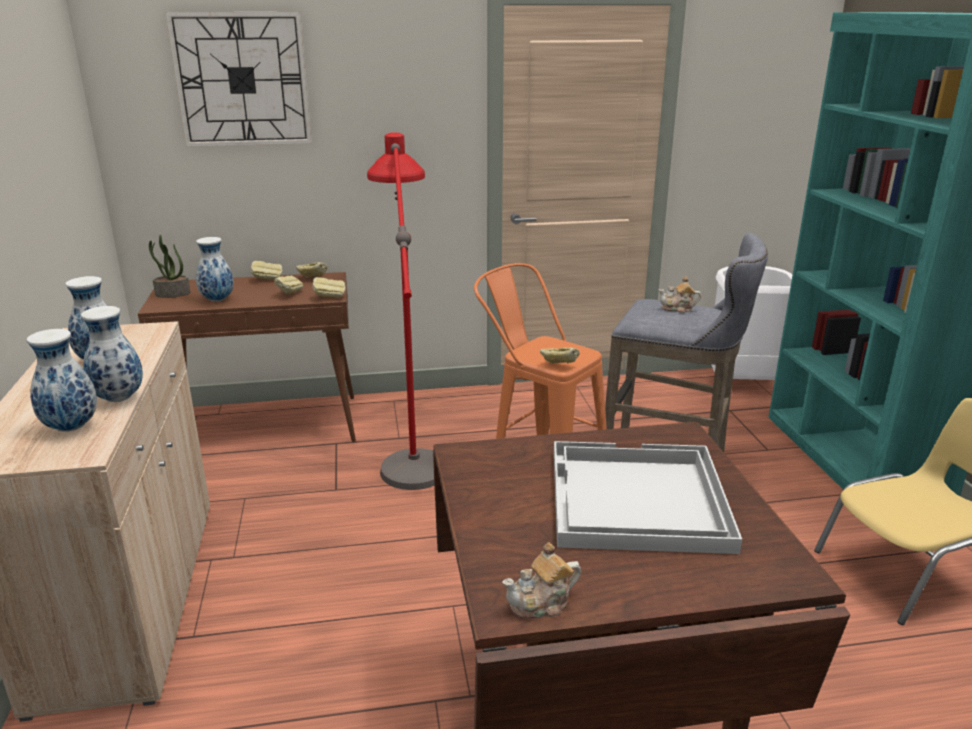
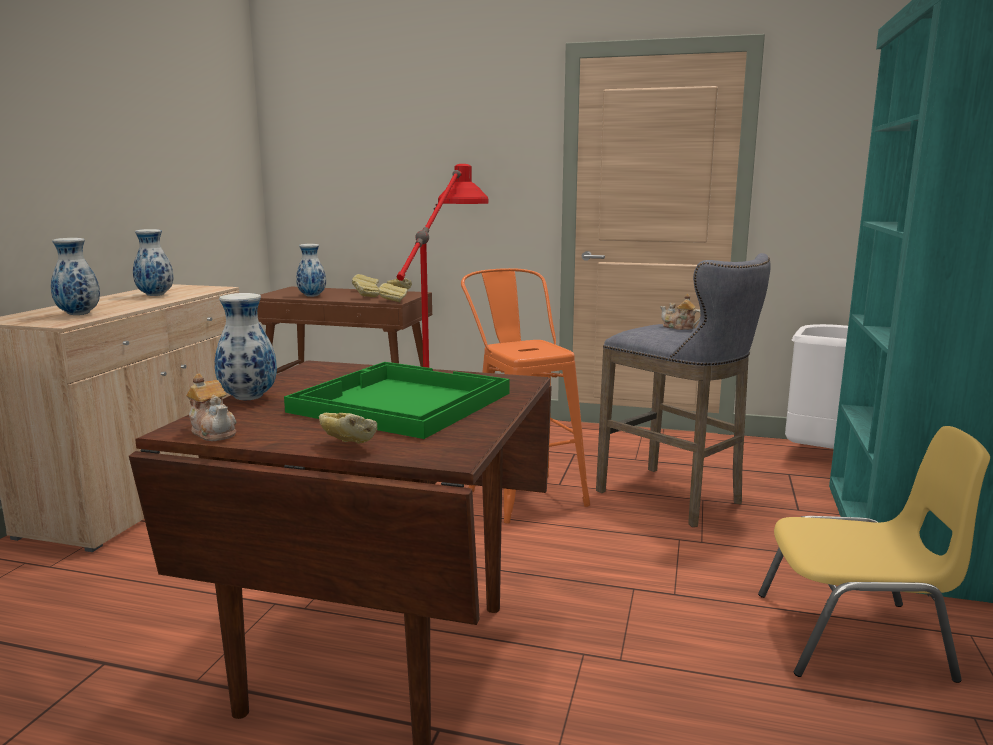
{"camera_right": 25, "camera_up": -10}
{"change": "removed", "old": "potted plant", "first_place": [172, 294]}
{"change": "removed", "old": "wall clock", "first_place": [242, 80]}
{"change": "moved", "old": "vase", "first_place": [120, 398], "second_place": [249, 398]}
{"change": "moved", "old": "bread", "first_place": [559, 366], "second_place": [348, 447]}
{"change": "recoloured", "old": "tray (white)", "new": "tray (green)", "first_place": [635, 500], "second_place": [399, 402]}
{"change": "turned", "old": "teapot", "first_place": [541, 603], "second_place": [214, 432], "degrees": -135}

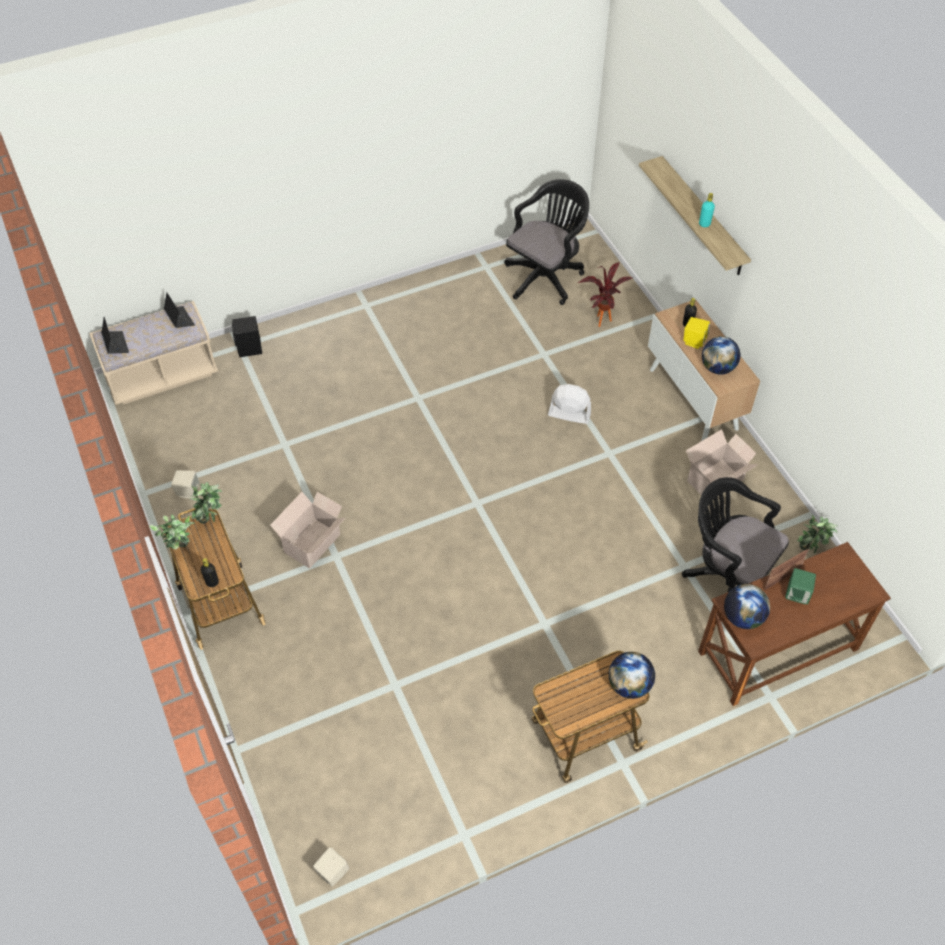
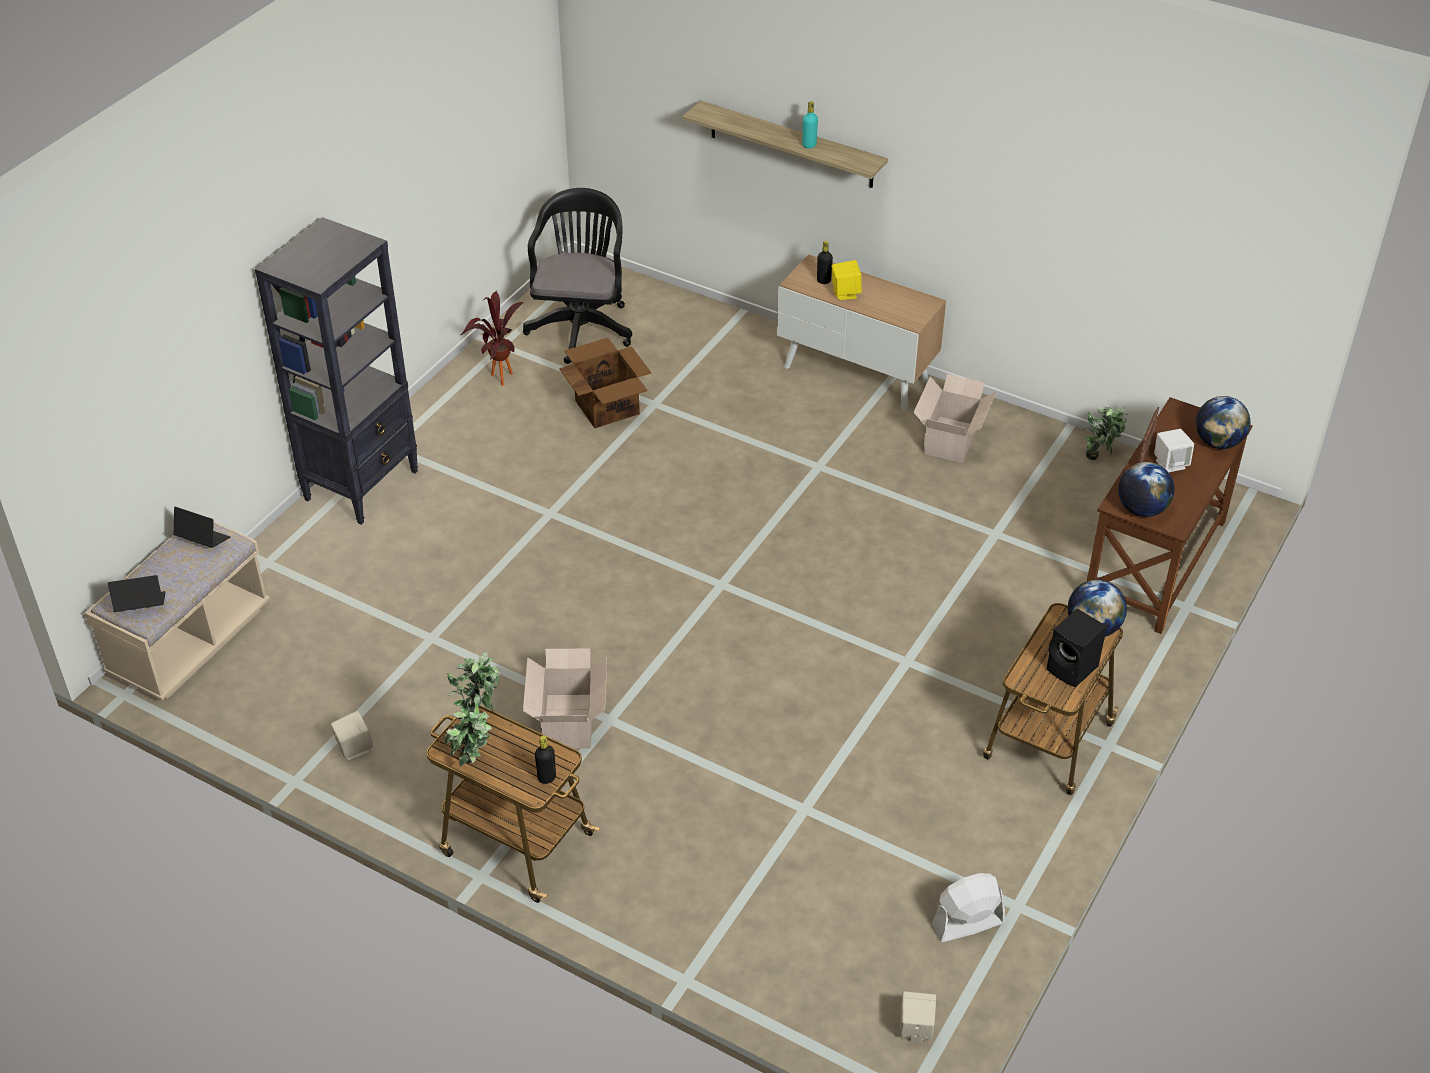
{"camera_right": -35, "camera_up": -10}
{"change": "removed", "old": "office chair (black)", "first_place": [727, 577]}
{"change": "added", "new": "bookcase (black)", "second_place": [362, 485]}
{"change": "added", "new": "cardboard box", "second_place": [607, 406]}
{"change": "moved", "old": "speaker (black)", "first_place": [249, 349], "second_place": [1073, 669]}
{"change": "moved", "old": "fan (white)", "first_place": [569, 414], "second_place": [968, 923]}
{"change": "moved", "old": "potted plant", "first_place": [599, 318], "second_place": [496, 377]}
{"change": "moved", "old": "globe", "first_place": [718, 368], "second_place": [1218, 442]}
{"change": "recoloured", "old": "speaker (green)", "new": "speaker (white)", "first_place": [797, 594], "second_place": [1170, 464]}
{"change": "turned", "old": "laptop", "first_place": [115, 344], "second_place": [141, 605], "degrees": -45}

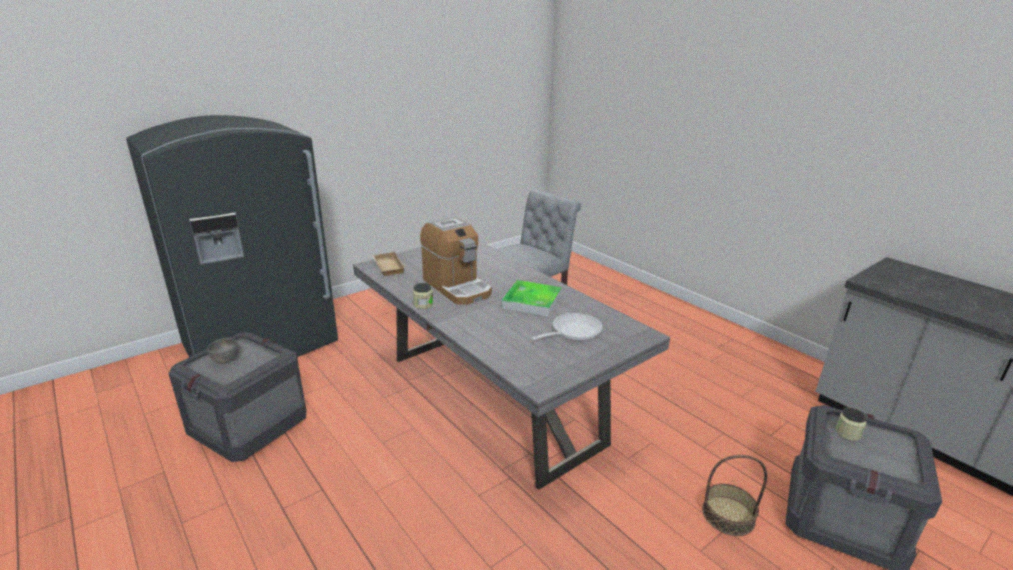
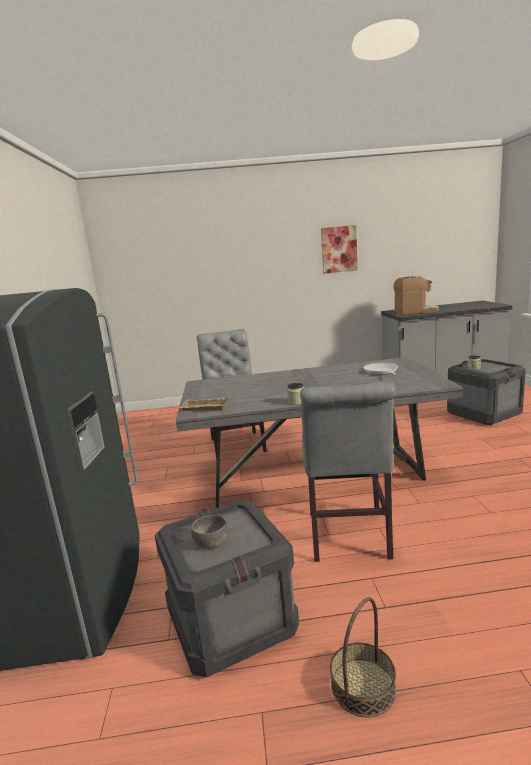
{"camera_right": -55, "camera_up": -10}
{"change": "removed", "old": "tray", "first_place": [532, 301]}
{"change": "added", "new": "chair (grey)", "second_place": [348, 538]}
{"change": "added", "new": "picture", "second_place": [339, 249]}
{"change": "moved", "old": "coffee machine", "first_place": [457, 287], "second_place": [416, 312]}
{"change": "moved", "old": "basket", "first_place": [728, 515], "second_place": [362, 686]}

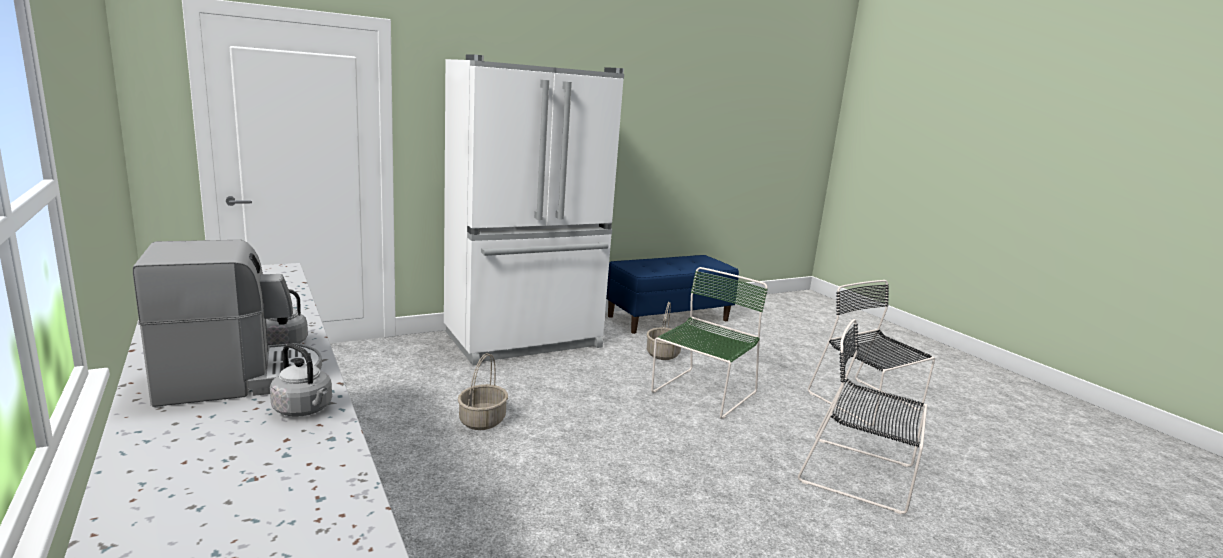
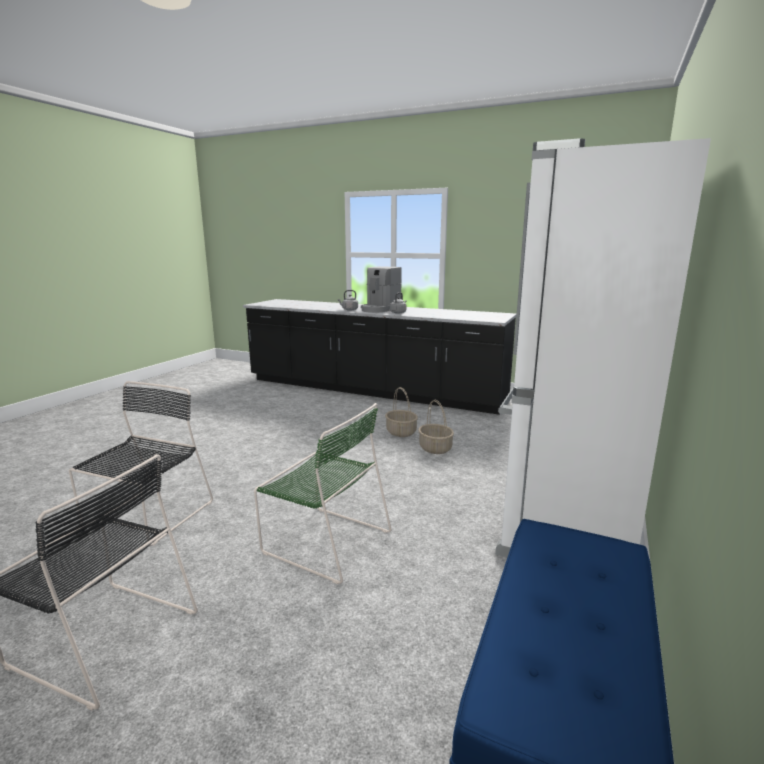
{"camera_right": 145, "camera_up": 0}
{"change": "moved", "old": "basket", "first_place": [662, 354], "second_place": [401, 432]}
{"change": "turned", "old": "chair (green)", "first_place": [702, 393], "second_place": [324, 540], "degrees": -60}
{"change": "turned", "old": "chair (black)", "first_place": [861, 475], "second_place": [147, 516], "degrees": -60}

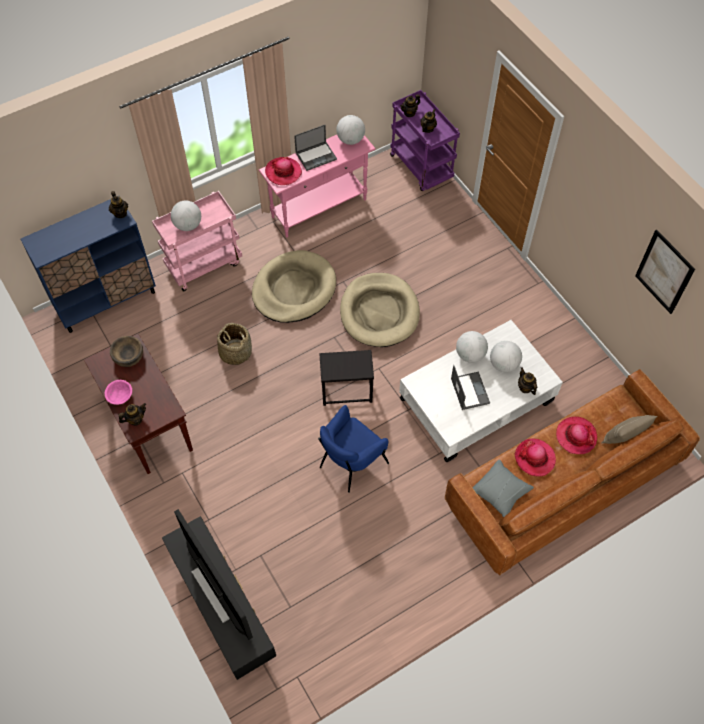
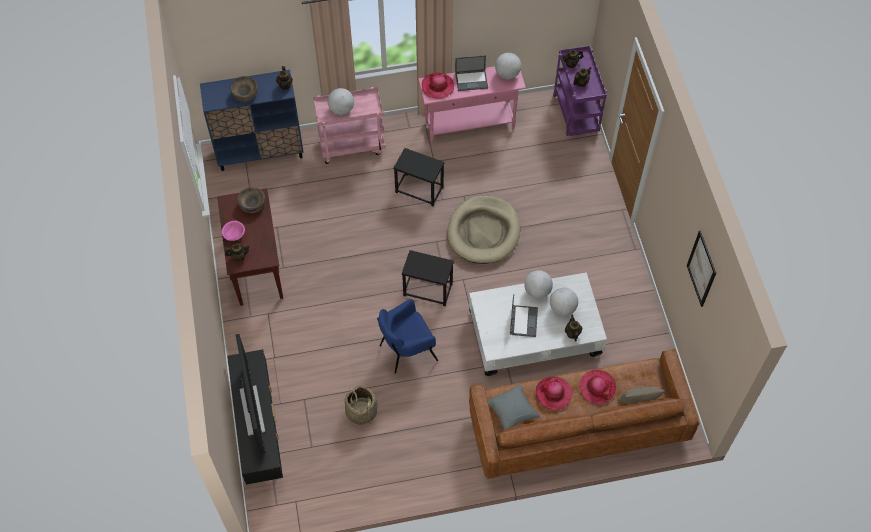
{"camera_right": 20, "camera_up": 0}
{"change": "added", "new": "bowl (brown)", "second_place": [245, 93]}
{"change": "moved", "old": "basket", "first_place": [235, 352], "second_place": [361, 411]}
{"change": "replaced", "old": "dog bed (beige)", "new": "side table (black)", "first_place": [294, 289], "second_place": [419, 190]}

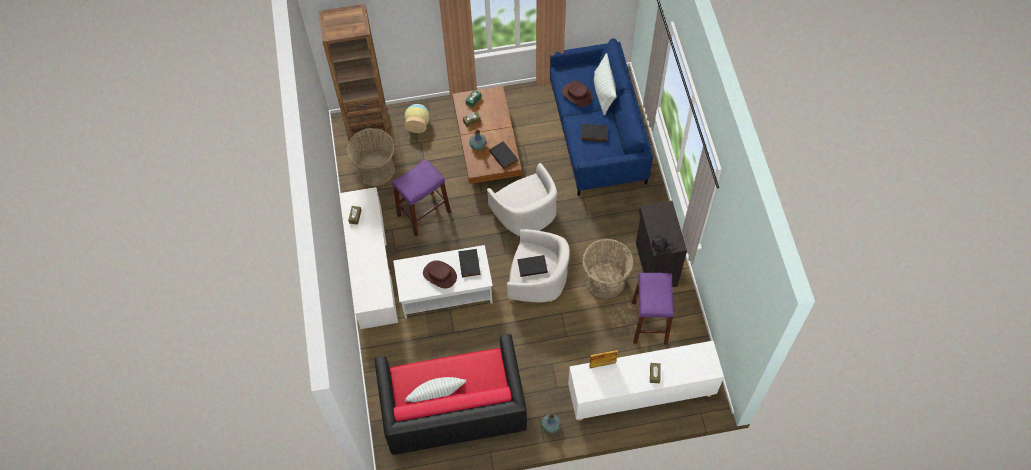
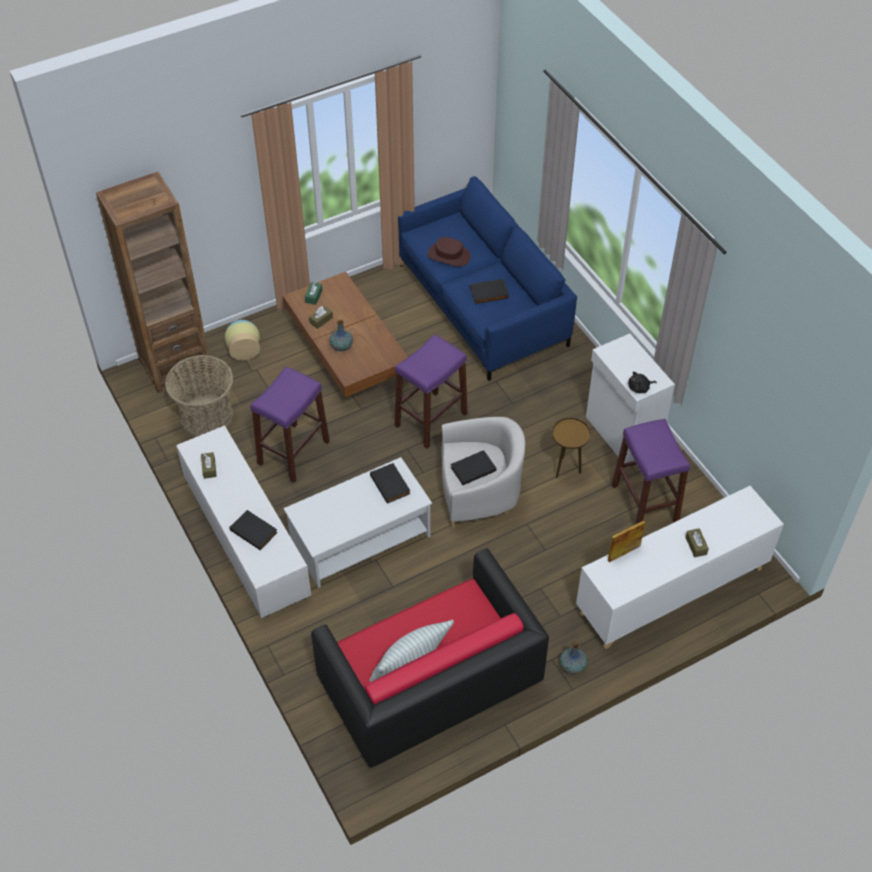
{"camera_right": -20, "camera_up": -10}
{"change": "removed", "old": "hat (brown)", "first_place": [440, 275]}
{"change": "removed", "old": "pillow", "first_place": [603, 92]}
{"change": "moved", "old": "book (black)", "first_place": [504, 156], "second_place": [254, 531]}
{"change": "replaced", "old": "armchair (white)", "new": "stool (purple)", "first_place": [526, 215], "second_place": [431, 419]}
{"change": "replaced", "old": "basket", "new": "side table (brown)", "first_place": [605, 280], "second_place": [566, 469]}
{"change": "recoloured", "old": "cabinet (black)", "new": "cabinet (white)", "first_place": [655, 265], "second_place": [621, 435]}

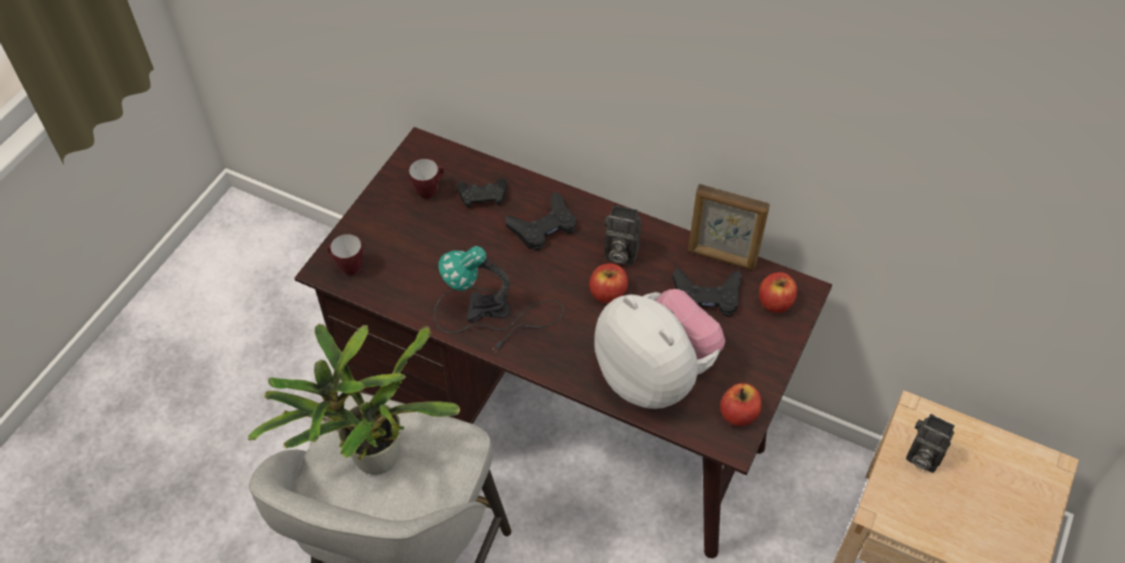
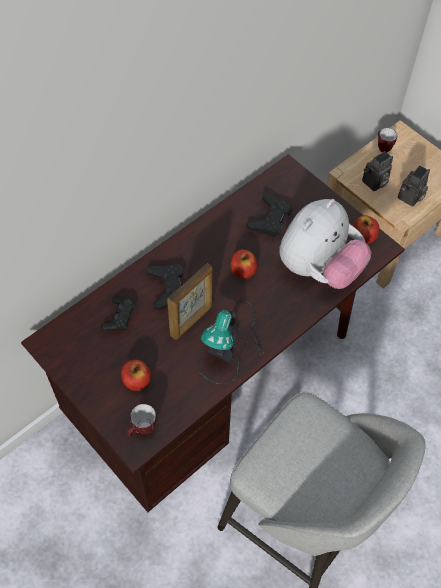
{"camera_right": -70, "camera_up": 5}
{"change": "removed", "old": "potted plant", "first_place": [370, 457]}
{"change": "moved", "old": "mug", "first_place": [430, 190], "second_place": [382, 148]}
{"change": "moved", "old": "photo camera", "first_place": [619, 253], "second_place": [410, 198]}
{"change": "moved", "old": "picture frame", "first_place": [721, 258], "second_place": [192, 321]}
{"change": "moved", "old": "apple", "first_place": [775, 302], "second_place": [136, 381]}
{"change": "turned", "old": "plush toy", "first_place": [655, 375], "second_place": [319, 268], "degrees": 150}

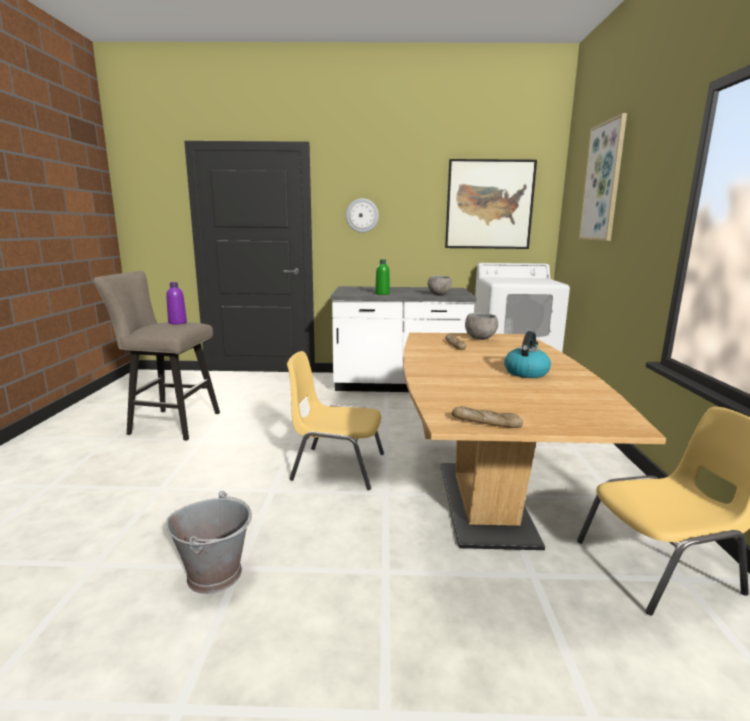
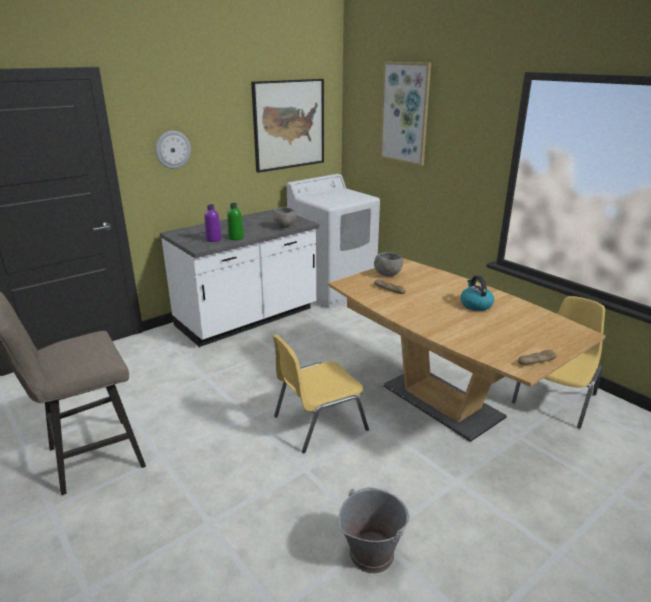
{"camera_right": -40, "camera_up": 10}
{"change": "moved", "old": "bottle (purple)", "first_place": [177, 323], "second_place": [213, 239]}

